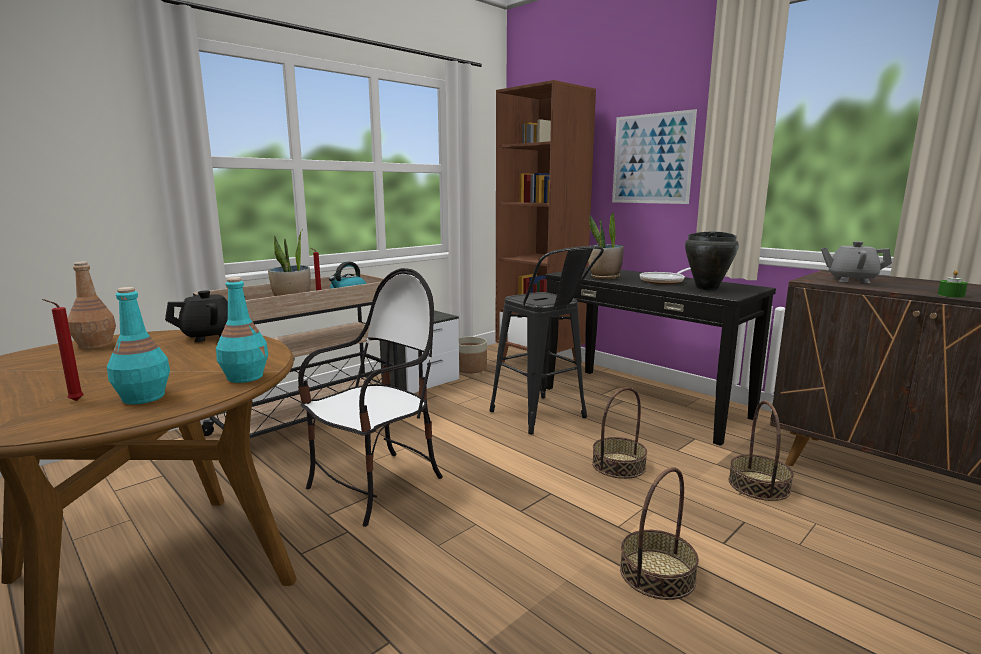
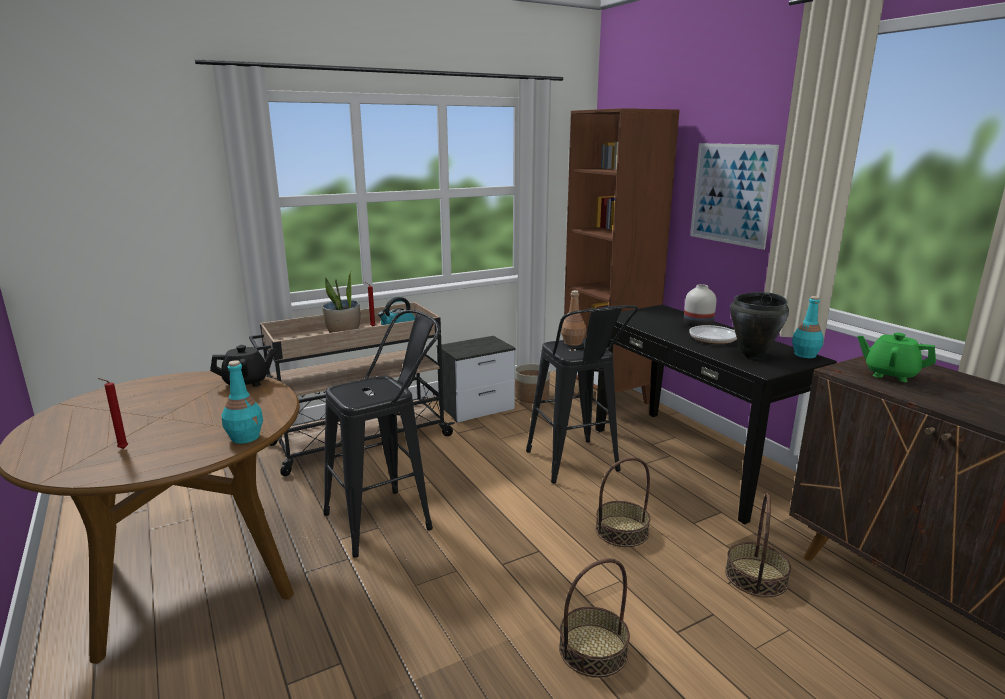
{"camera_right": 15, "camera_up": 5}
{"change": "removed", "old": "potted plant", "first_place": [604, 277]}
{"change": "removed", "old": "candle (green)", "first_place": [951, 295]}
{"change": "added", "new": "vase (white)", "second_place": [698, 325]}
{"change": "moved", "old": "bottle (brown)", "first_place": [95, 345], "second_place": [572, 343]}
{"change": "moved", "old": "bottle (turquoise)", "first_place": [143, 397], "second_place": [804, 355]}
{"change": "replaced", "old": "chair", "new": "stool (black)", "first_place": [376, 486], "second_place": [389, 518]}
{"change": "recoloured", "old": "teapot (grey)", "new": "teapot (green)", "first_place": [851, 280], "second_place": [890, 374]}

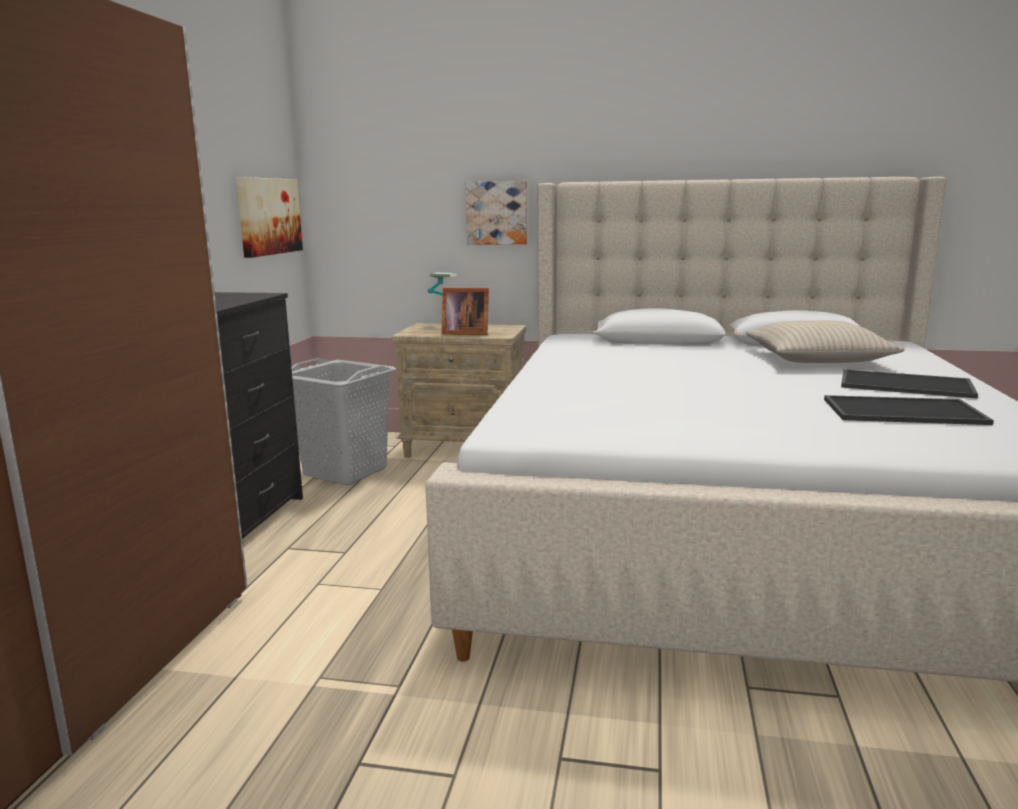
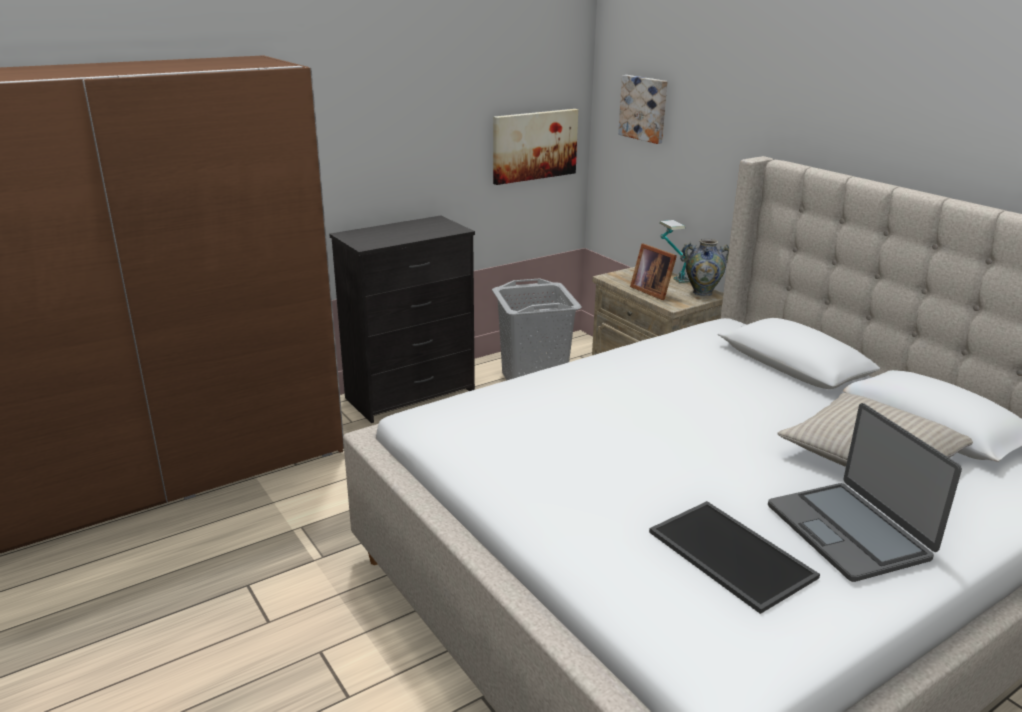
{"camera_right": 45, "camera_up": 10}
{"change": "added", "new": "vase", "second_place": [702, 292]}
{"change": "moved", "old": "picture", "first_place": [497, 213], "second_place": [644, 108]}
{"change": "replaced", "old": "tray", "new": "laptop", "first_place": [907, 384], "second_place": [849, 531]}

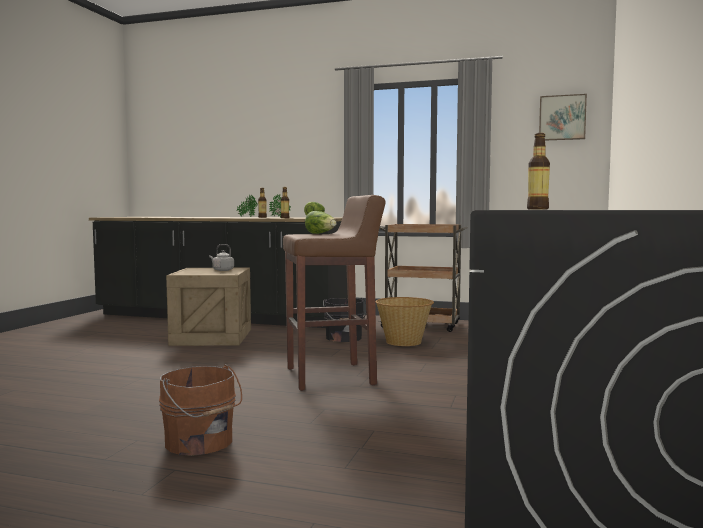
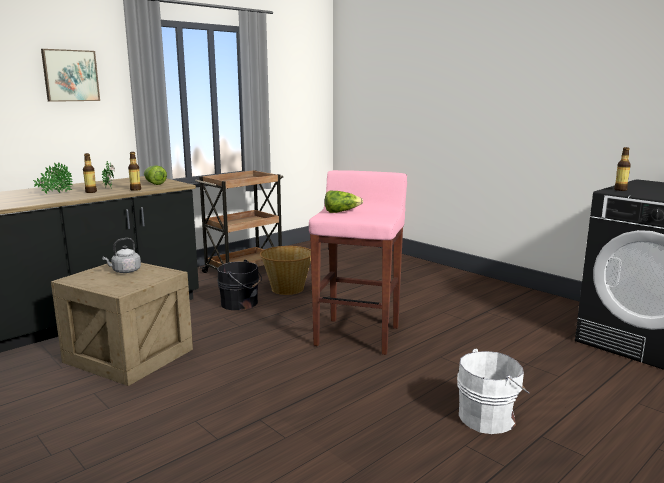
{"camera_right": -60, "camera_up": 10}
{"change": "moved", "old": "picture", "first_place": [562, 118], "second_place": [70, 75]}
{"change": "recoloured", "old": "bucket (brown)", "new": "bucket (white)", "first_place": [200, 443], "second_place": [489, 417]}
{"change": "recoloured", "old": "stool (brown)", "new": "stool (pink)", "first_place": [331, 376], "second_place": [358, 335]}

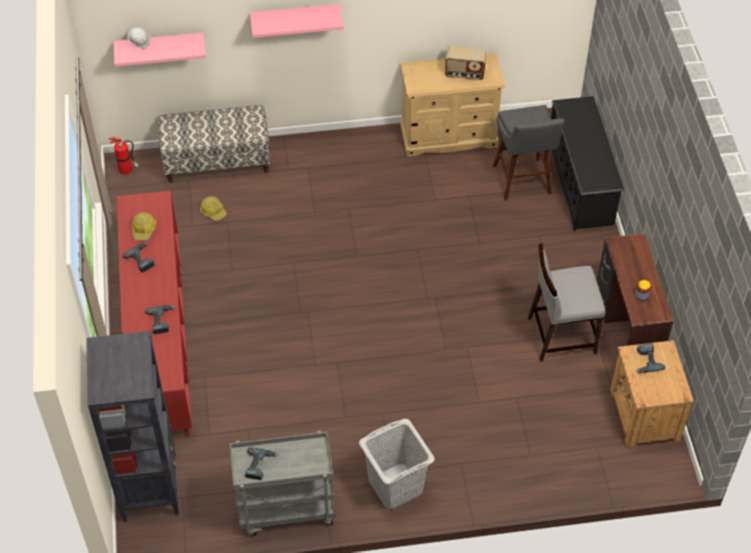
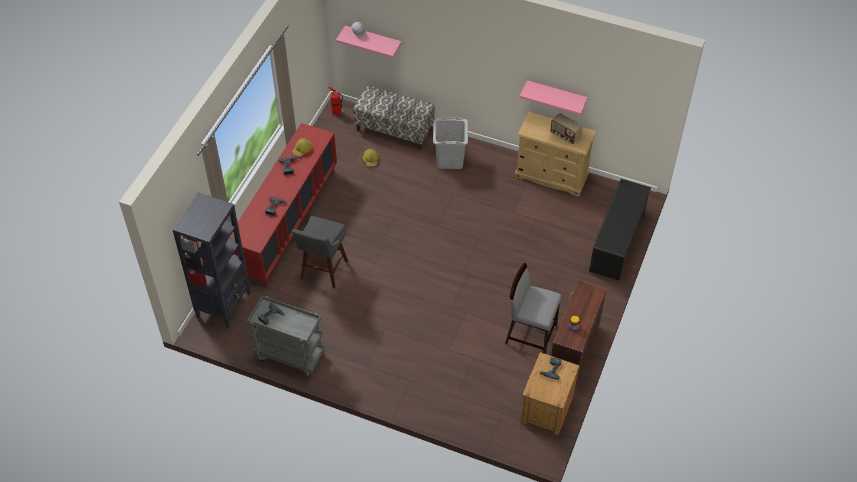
{"camera_right": 30, "camera_up": 0}
{"change": "moved", "old": "shelf (pink)", "first_place": [295, 18], "second_place": [556, 95]}
{"change": "moved", "old": "laundry basket (grey)", "first_place": [395, 486], "second_place": [449, 160]}
{"change": "moved", "old": "stool (grey)", "first_place": [522, 182], "second_place": [323, 272]}

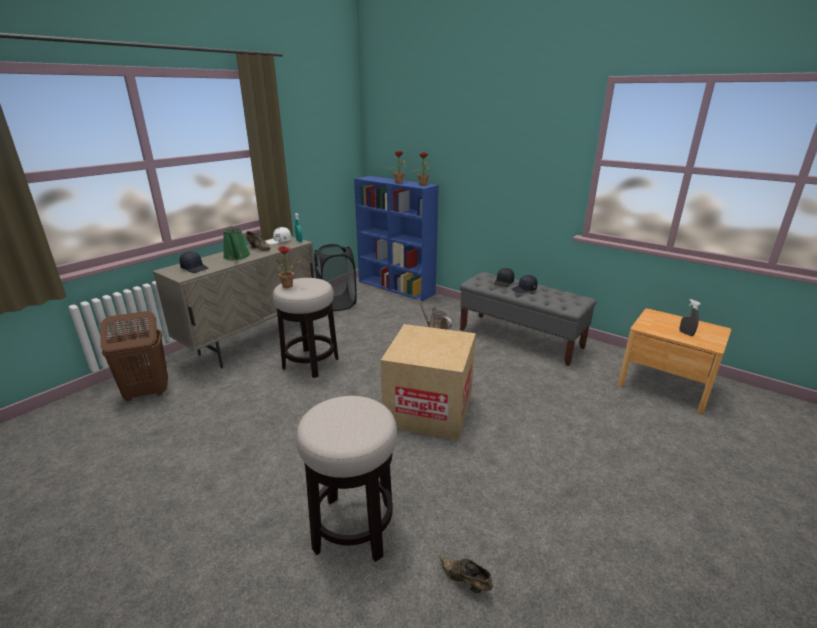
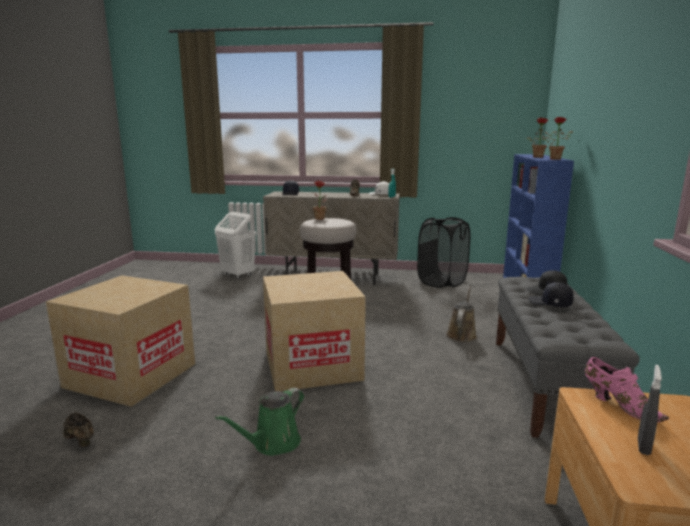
{"camera_right": 60, "camera_up": -10}
{"change": "added", "new": "shoe (pink)", "second_place": [618, 404]}
{"change": "moved", "old": "watering can (green)", "first_place": [236, 257], "second_place": [273, 444]}
{"change": "replaced", "old": "stool", "new": "cardboard box", "first_place": [354, 528], "second_place": [131, 375]}
{"change": "recoloured", "old": "laundry basket (brown)", "new": "laundry basket (white)", "first_place": [147, 393], "second_place": [237, 275]}
{"change": "turned", "old": "shoe (brown)", "first_place": [465, 582], "second_place": [79, 439], "degrees": -60}

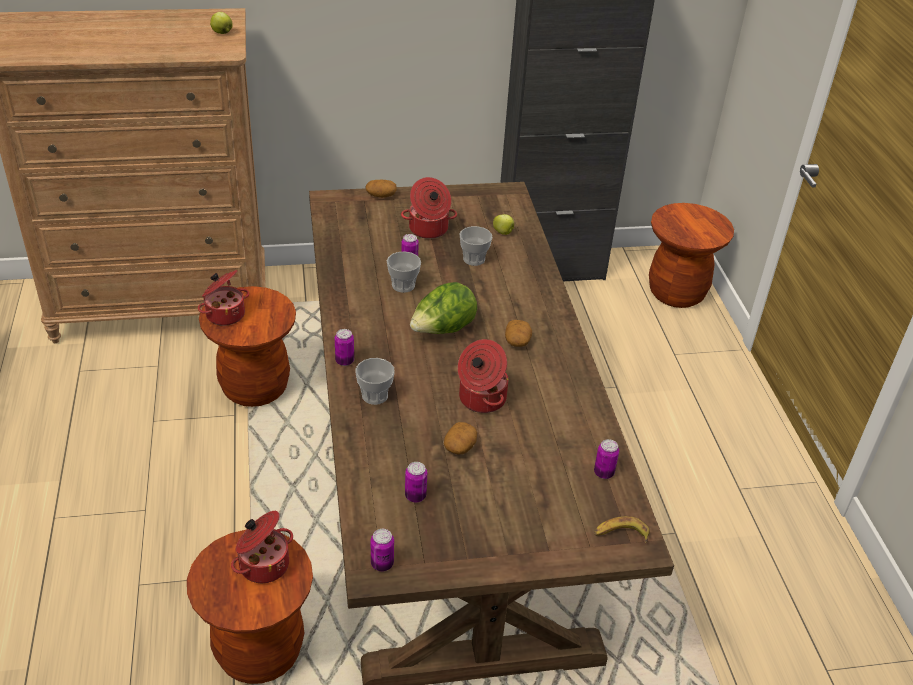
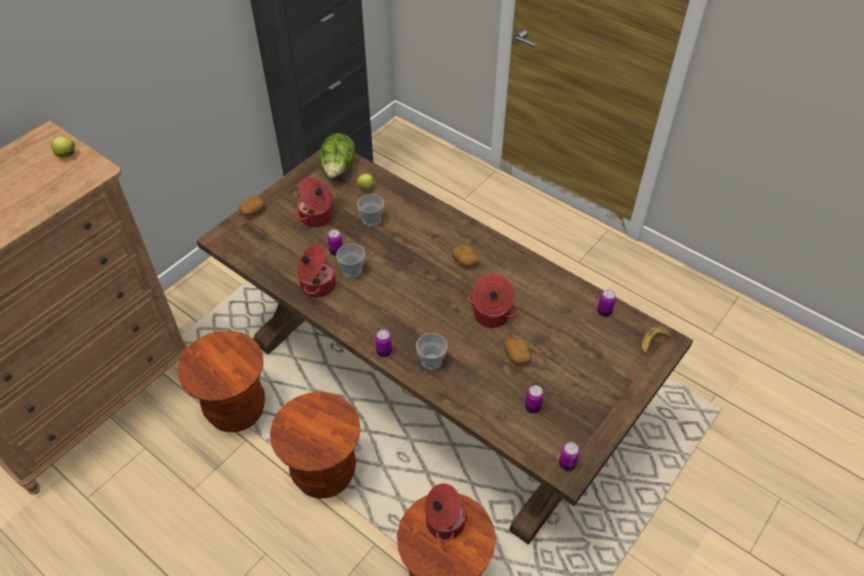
{"camera_right": -40, "camera_up": 10}
{"change": "moved", "old": "cooking pot", "first_place": [225, 314], "second_place": [317, 285]}
{"change": "moved", "old": "lettuce", "first_place": [442, 330], "second_place": [338, 170]}
{"change": "moved", "old": "stool (brown)", "first_place": [676, 293], "second_place": [324, 473]}

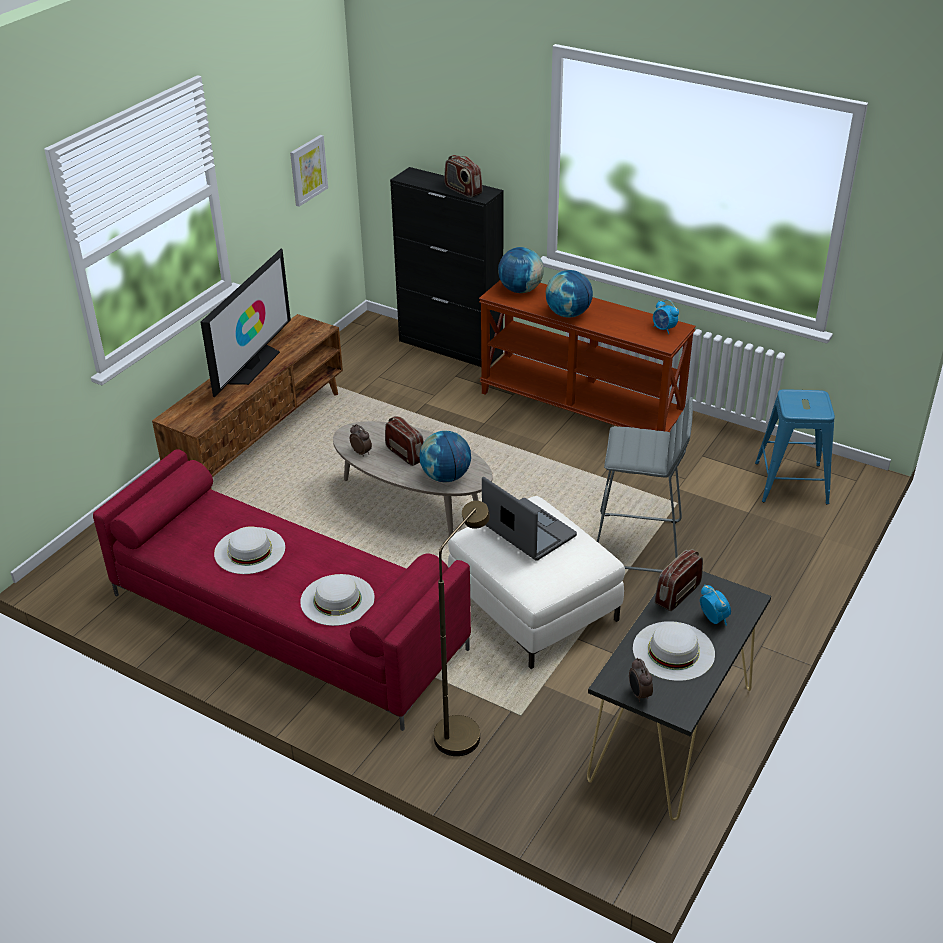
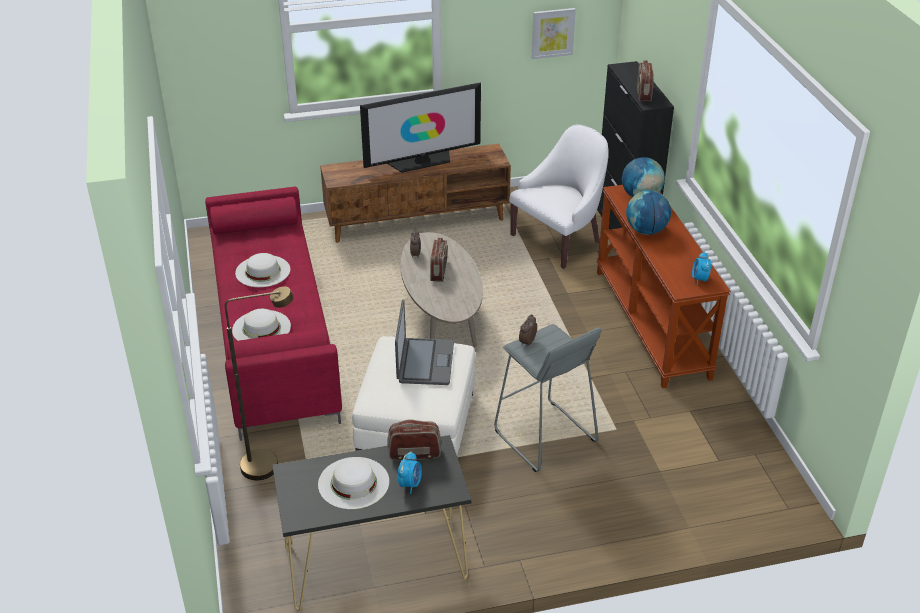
{"camera_right": 45, "camera_up": 0}
{"change": "removed", "old": "globe", "first_place": [446, 476]}
{"change": "removed", "old": "stool (blue)", "first_place": [790, 483]}
{"change": "added", "new": "armchair (white)", "second_place": [559, 240]}
{"change": "moved", "old": "alarm clock", "first_place": [639, 694], "second_place": [527, 342]}

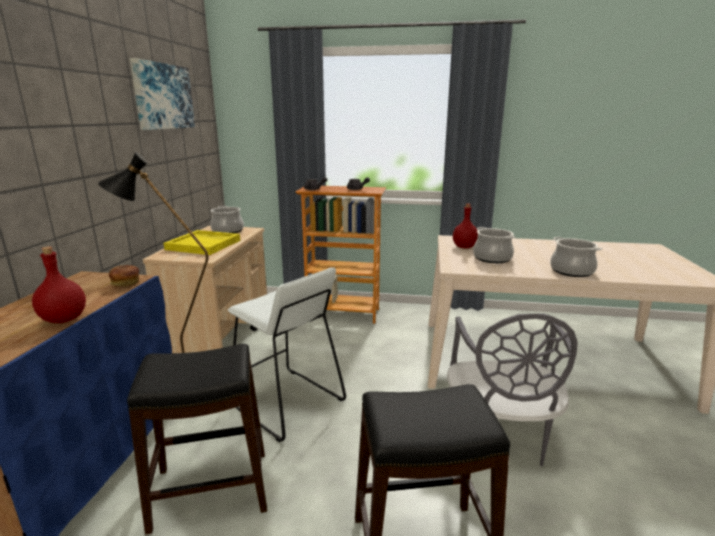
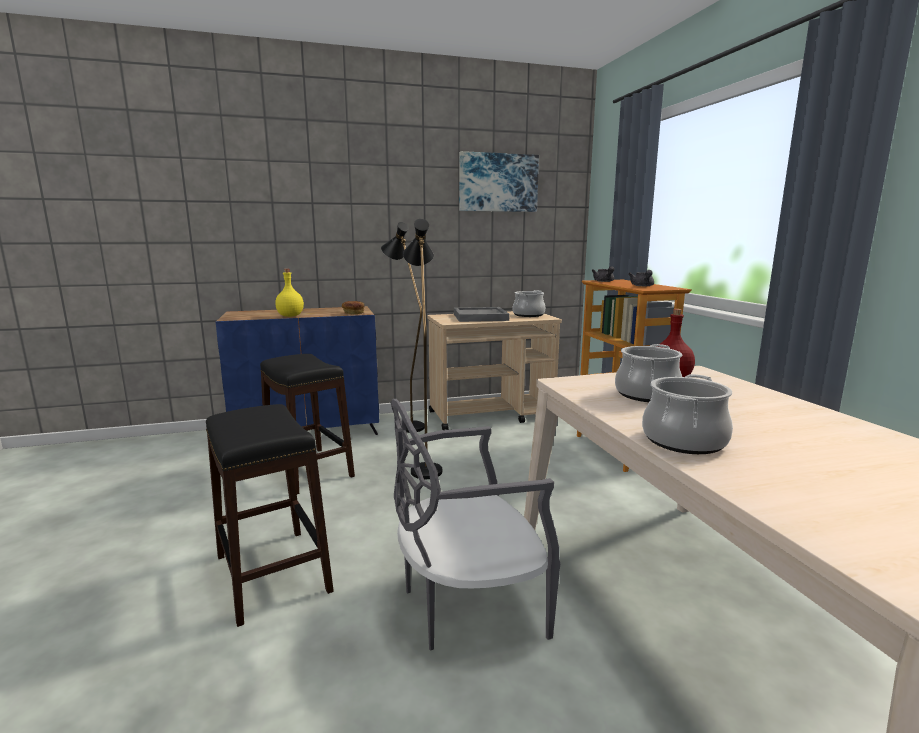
{"camera_right": 65, "camera_up": -5}
{"change": "replaced", "old": "stool (white)", "new": "floor lamp (black)", "first_place": [286, 403], "second_place": [424, 467]}
{"change": "recoloured", "old": "bottle (red)", "new": "bottle (yellow)", "first_place": [64, 319], "second_place": [290, 316]}
{"change": "recoloured", "old": "tray (yellow)", "new": "tray (grey)", "first_place": [204, 245], "second_place": [480, 317]}

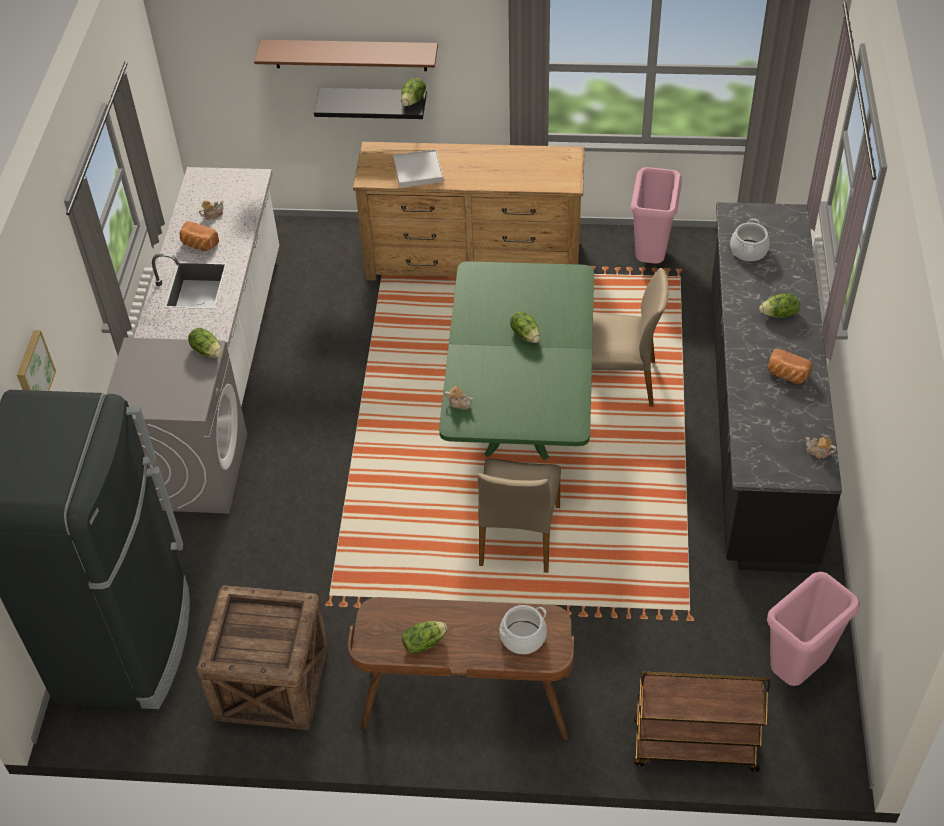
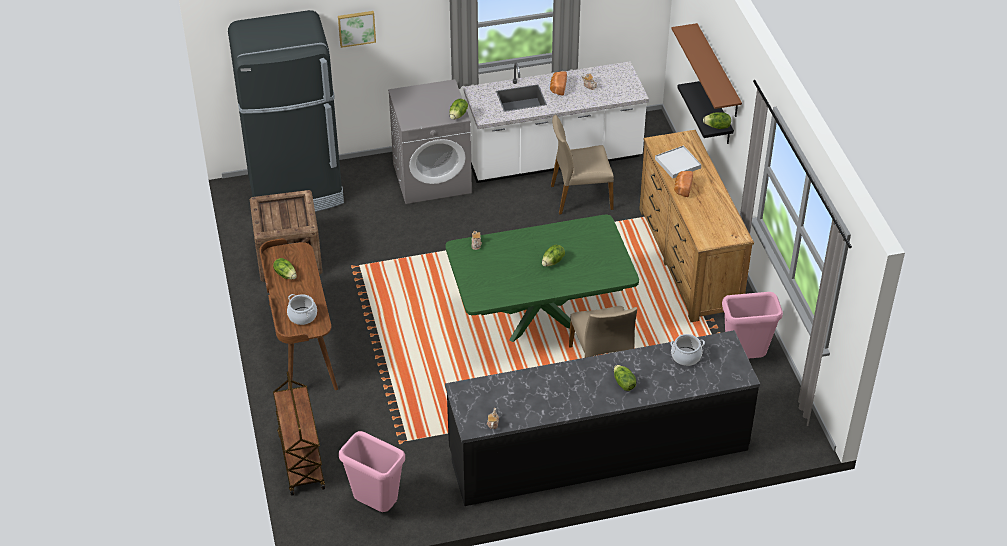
{"camera_right": 70, "camera_up": -5}
{"change": "moved", "old": "chair (beige)", "first_place": [518, 536], "second_place": [580, 196]}
{"change": "moved", "old": "bread", "first_place": [786, 375], "second_place": [682, 188]}

